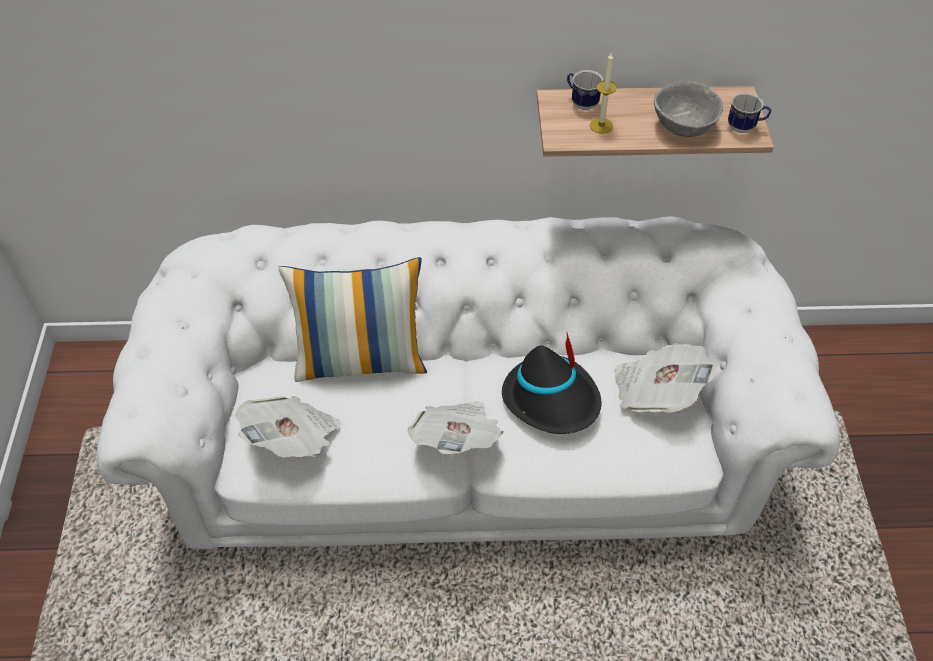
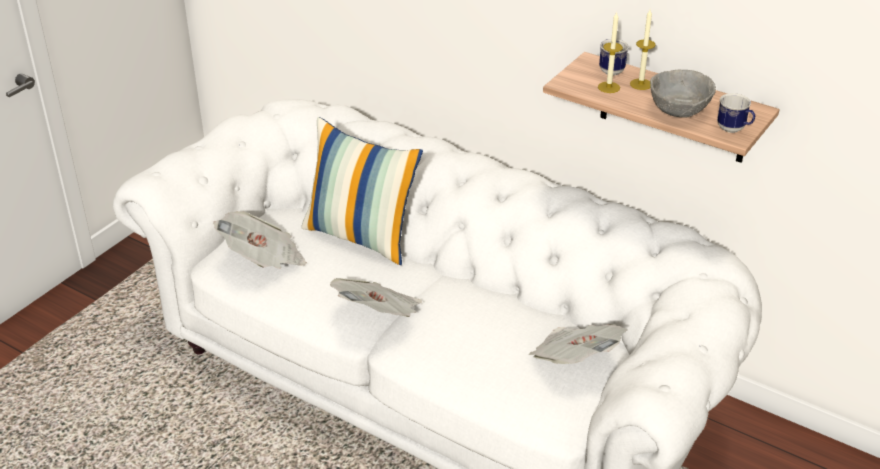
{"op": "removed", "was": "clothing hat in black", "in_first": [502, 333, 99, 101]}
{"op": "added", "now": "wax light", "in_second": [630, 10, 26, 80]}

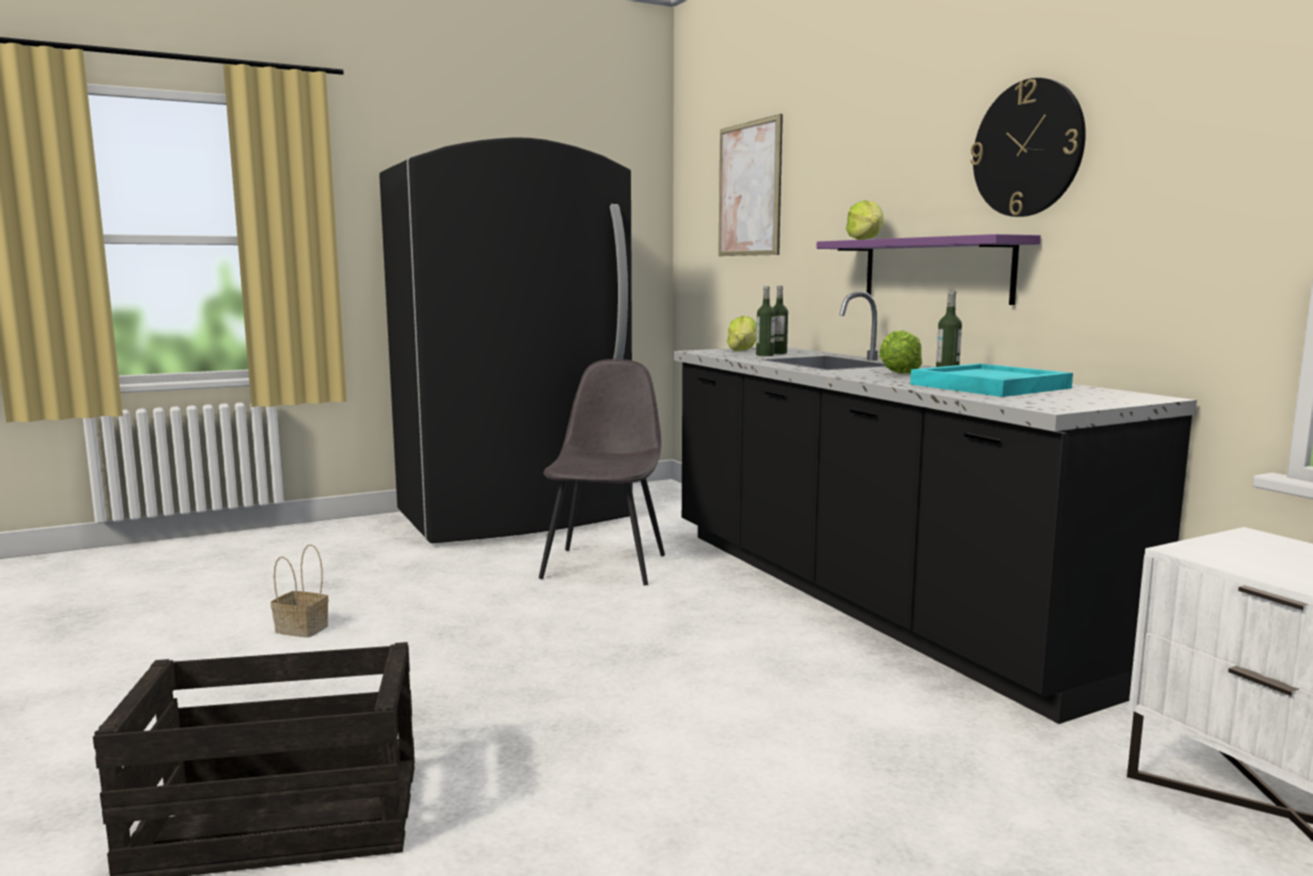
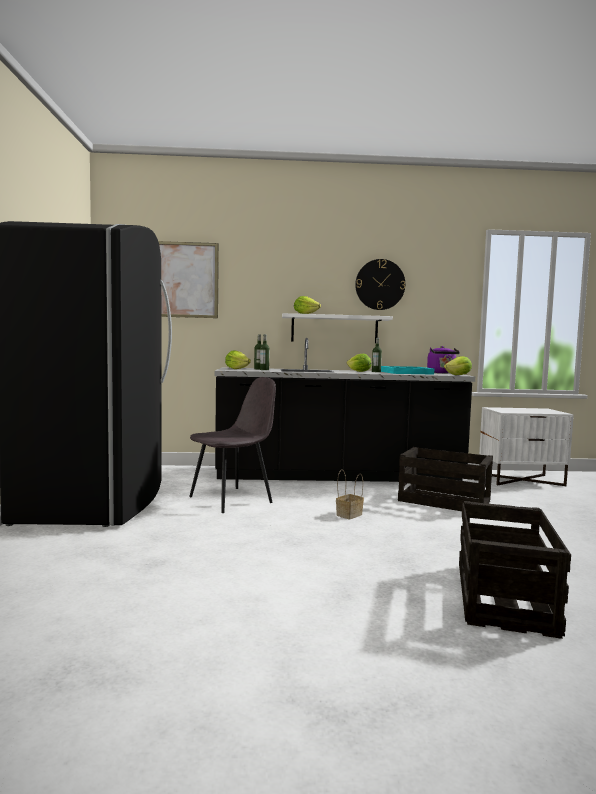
{"op": "recoloured", "was": "wall shelf in purplish", "now": "wall shelf in whitish", "in_first": [816, 234, 225, 71], "in_second": [282, 313, 111, 31]}
{"op": "turned", "was": "upright chair in grey", "in_first": [539, 359, 126, 227], "in_second": [189, 377, 87, 136], "clockwise": 105}
{"op": "moved", "was": "household basket", "in_first": [271, 544, 58, 94], "in_second": [336, 469, 28, 50]}
{"op": "added", "now": "tea kettle in purplish", "in_second": [427, 346, 33, 27]}
{"op": "added", "now": "lettuce", "in_second": [444, 356, 28, 19]}
{"op": "added", "now": "packing crate", "in_second": [398, 447, 95, 64]}

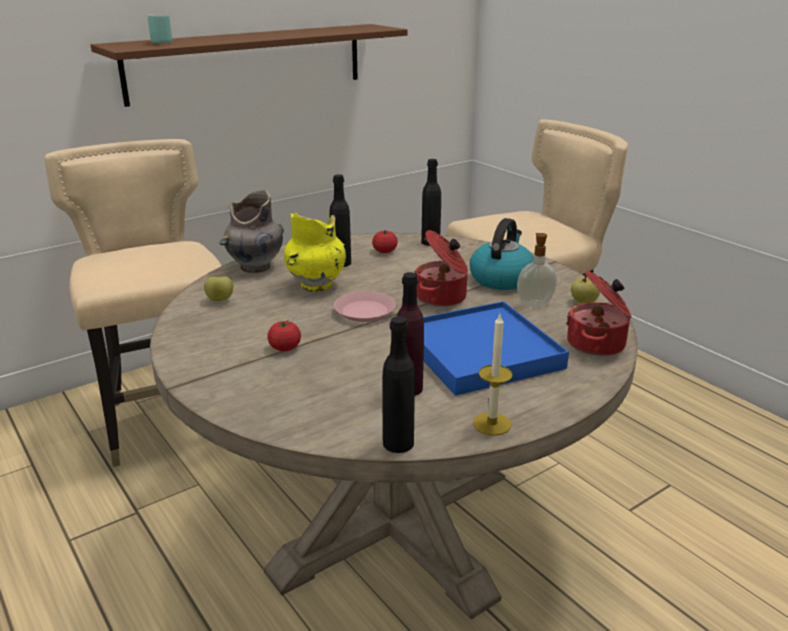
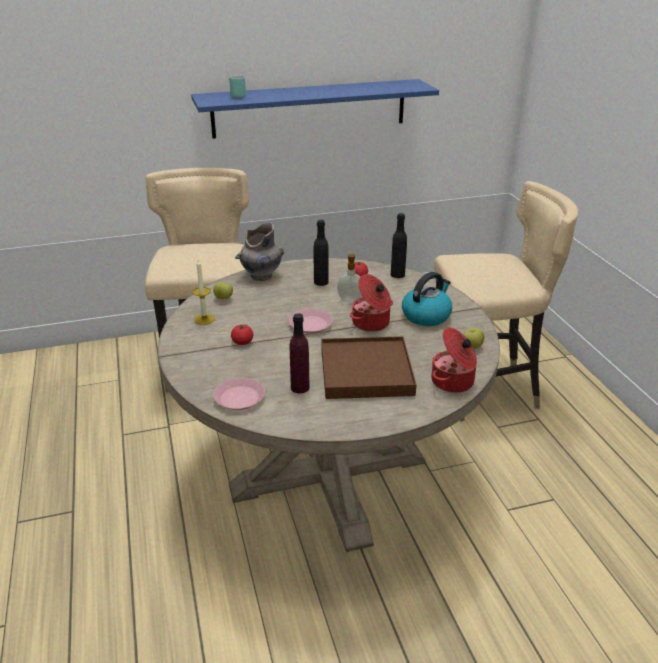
{"op": "recoloured", "was": "wall shelf in brown", "now": "wall shelf in blue-coloured", "in_first": [91, 24, 317, 83], "in_second": [191, 79, 248, 60]}
{"op": "removed", "was": "vase in yellowish", "in_first": [284, 212, 62, 80]}
{"op": "moved", "was": "soap bottle", "in_first": [517, 233, 40, 73], "in_second": [337, 253, 26, 50]}
{"op": "recoloured", "was": "carrying tray in blue-coloured", "now": "carrying tray in brown", "in_first": [423, 301, 146, 95], "in_second": [321, 336, 96, 63]}
{"op": "moved", "was": "wax light", "in_first": [473, 314, 40, 121], "in_second": [193, 260, 22, 65]}
{"op": "removed", "was": "beverage bottle in black", "in_first": [382, 316, 33, 137]}
{"op": "added", "now": "dinner plate in pink", "in_second": [213, 378, 52, 32]}

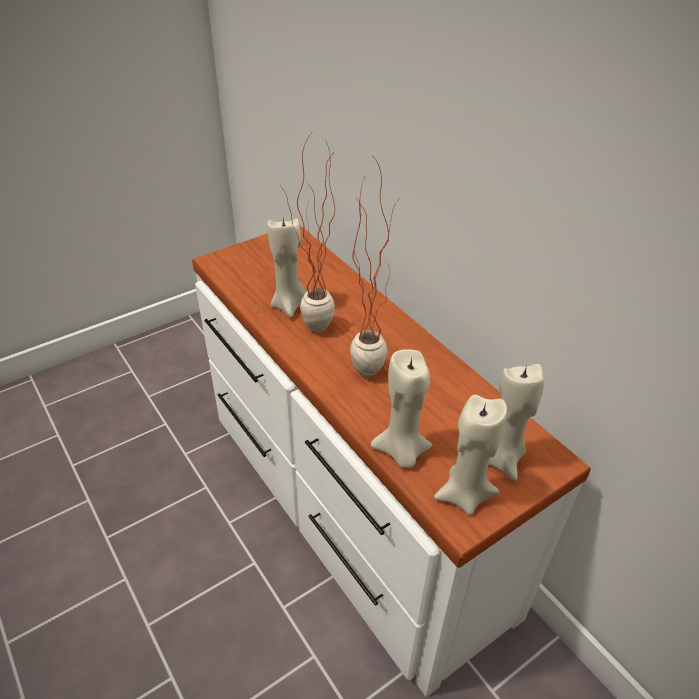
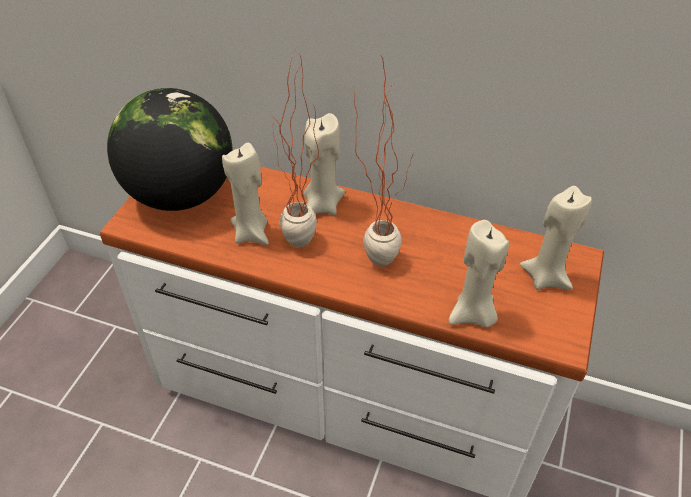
{"op": "moved", "was": "wax light in beige-coloured", "in_first": [434, 395, 73, 120], "in_second": [304, 113, 41, 102]}
{"op": "added", "now": "globe", "in_second": [107, 88, 126, 123]}

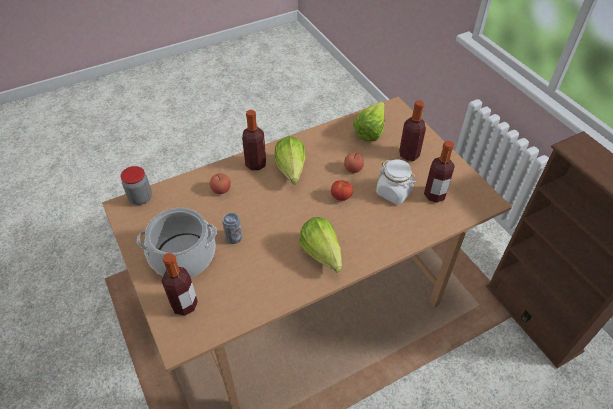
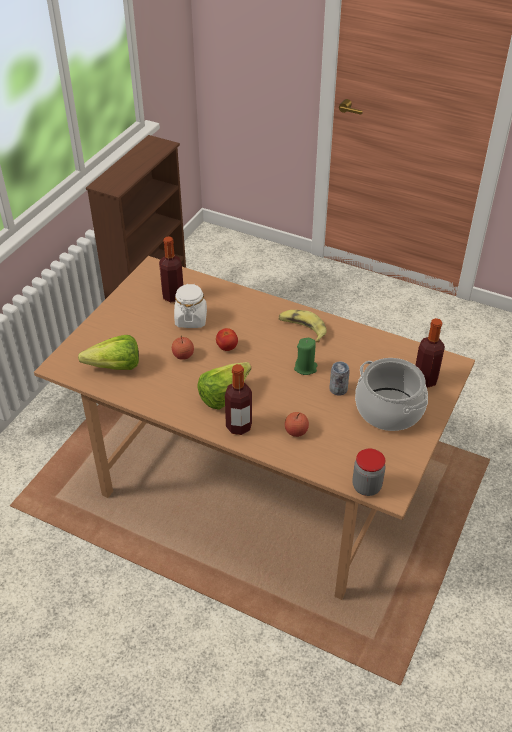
{"op": "removed", "was": "beverage bottle", "in_first": [399, 100, 27, 61]}
{"op": "replaced", "was": "lettuce", "now": "banana", "in_first": [299, 217, 43, 55], "in_second": [279, 310, 48, 32]}
{"op": "added", "now": "wax light in greenish", "in_second": [294, 338, 24, 37]}

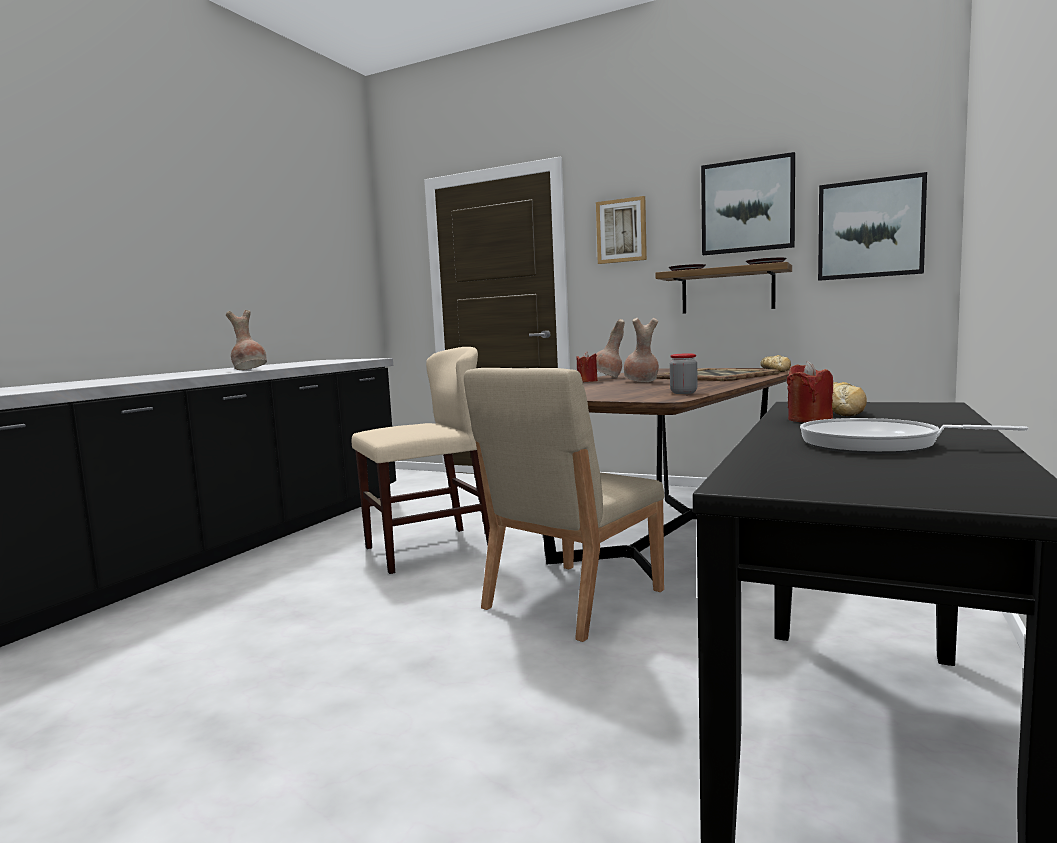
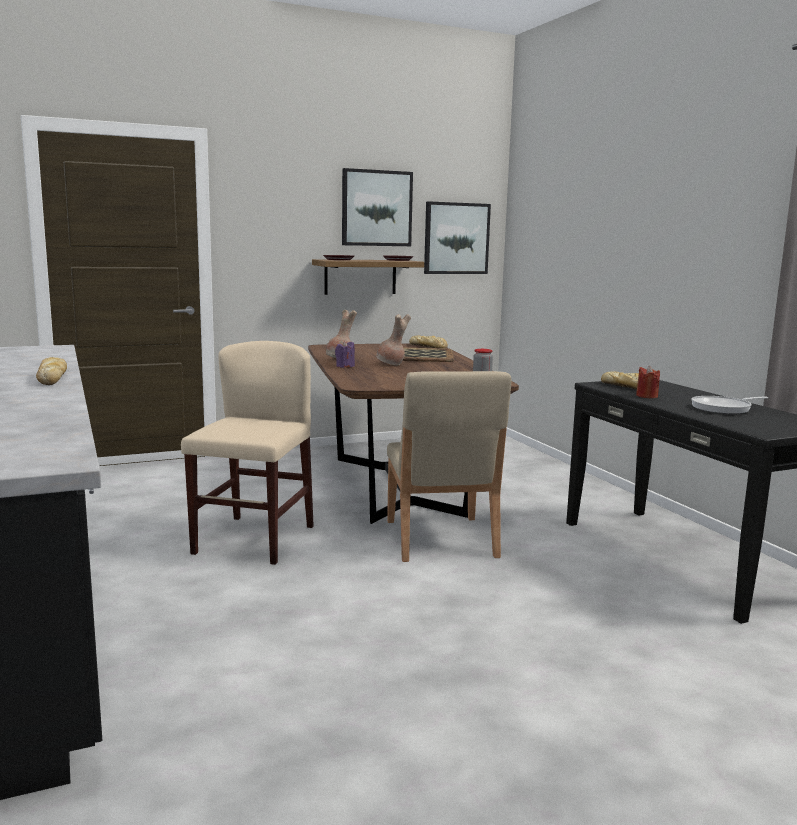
{"op": "removed", "was": "wall art", "in_first": [596, 196, 51, 68]}
{"op": "replaced", "was": "vase in brown", "now": "baked bread", "in_first": [226, 310, 41, 60], "in_second": [36, 357, 31, 28]}
{"op": "recoloured", "was": "wax light in red-coloured", "now": "wax light in purplish", "in_first": [577, 352, 21, 30], "in_second": [335, 340, 20, 28]}

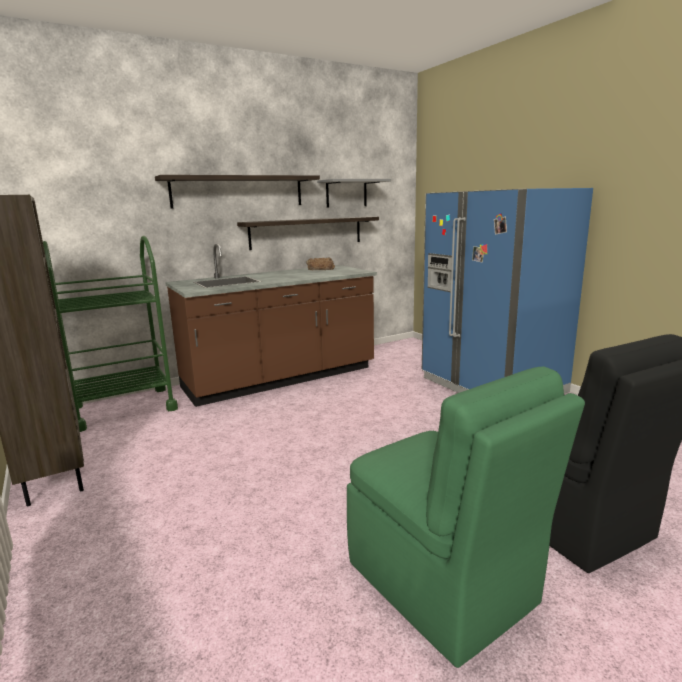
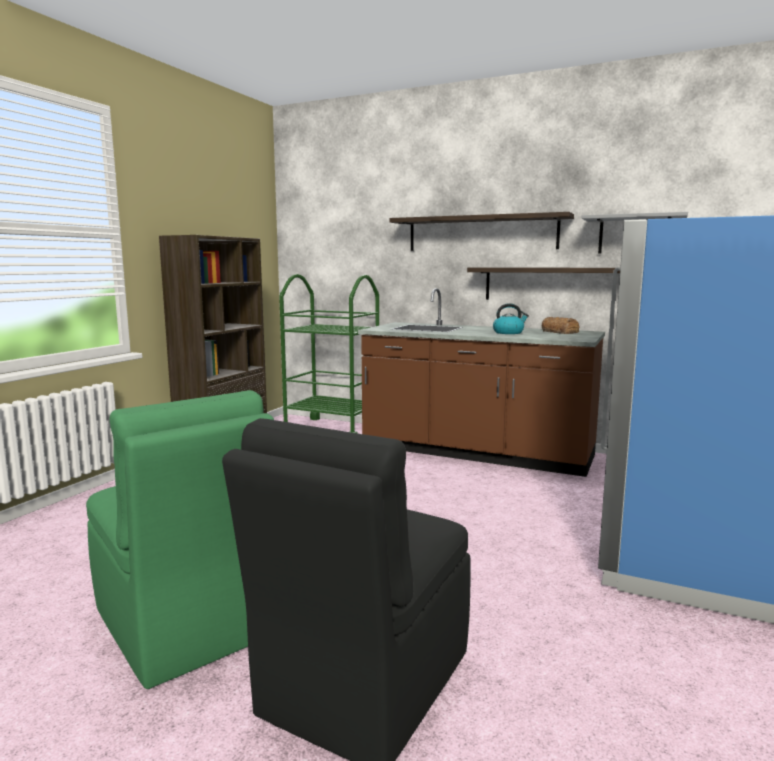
{"op": "turned", "was": "upright chair in greenish", "in_first": [347, 366, 238, 302], "in_second": [86, 390, 188, 299], "clockwise": -60}
{"op": "added", "now": "tea kettle", "in_second": [493, 303, 36, 31]}

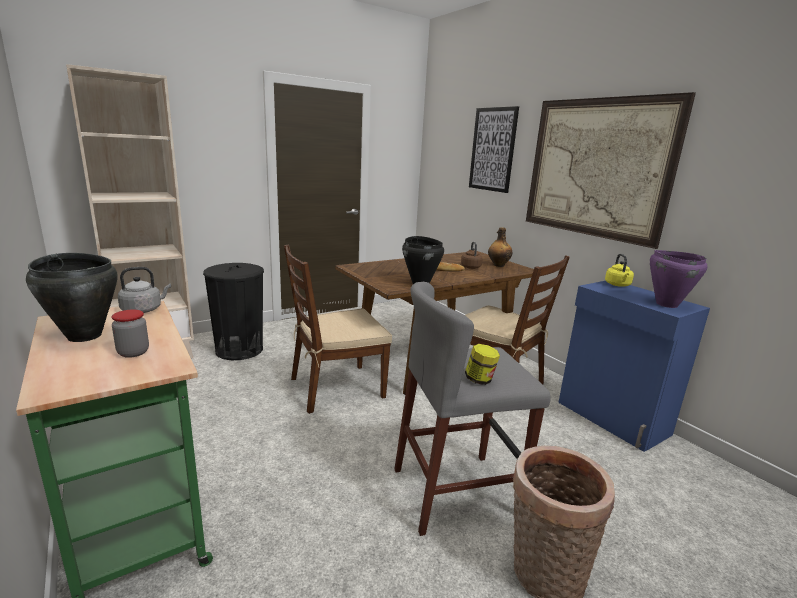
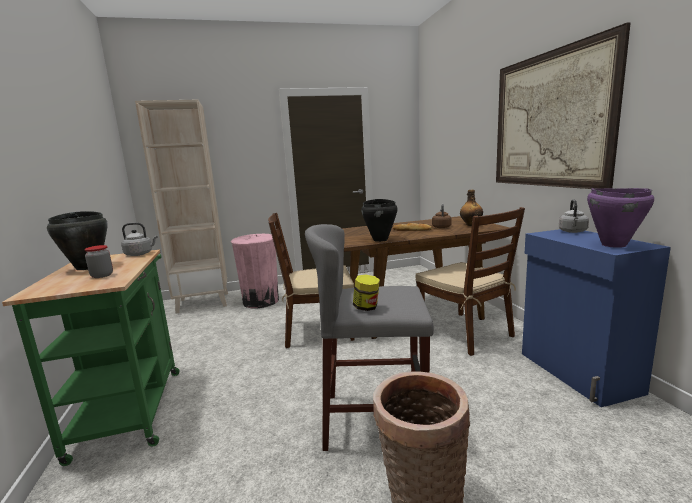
{"op": "removed", "was": "wall art", "in_first": [469, 106, 50, 87]}
{"op": "recoloured", "was": "tea kettle in yellowish", "now": "tea kettle in grey", "in_first": [605, 254, 29, 33], "in_second": [559, 199, 30, 34]}
{"op": "recoloured", "was": "trash can in black", "now": "trash can in pink", "in_first": [203, 263, 61, 97], "in_second": [231, 234, 48, 74]}

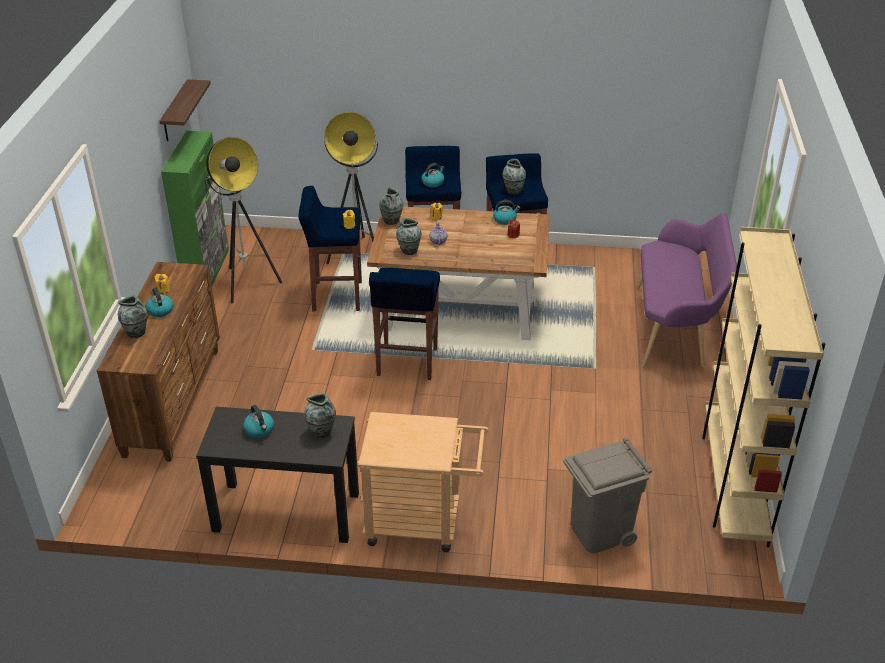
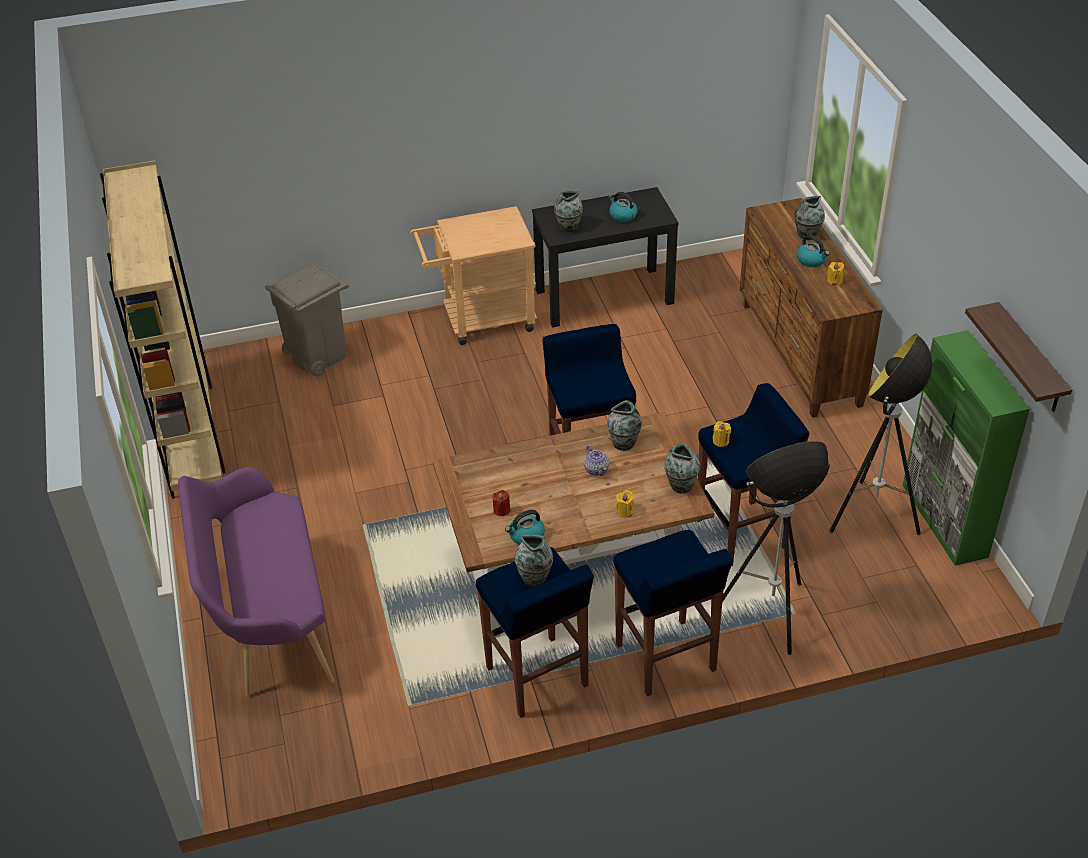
{"op": "removed", "was": "tea kettle", "in_first": [421, 163, 23, 25]}

